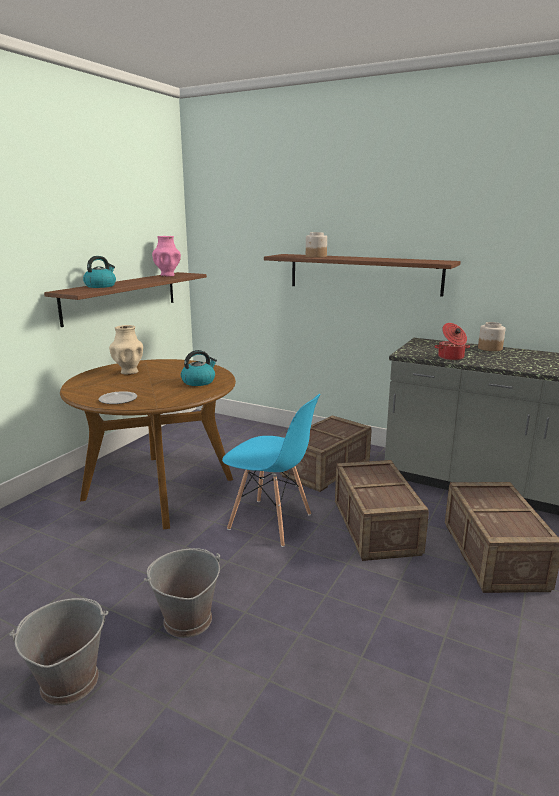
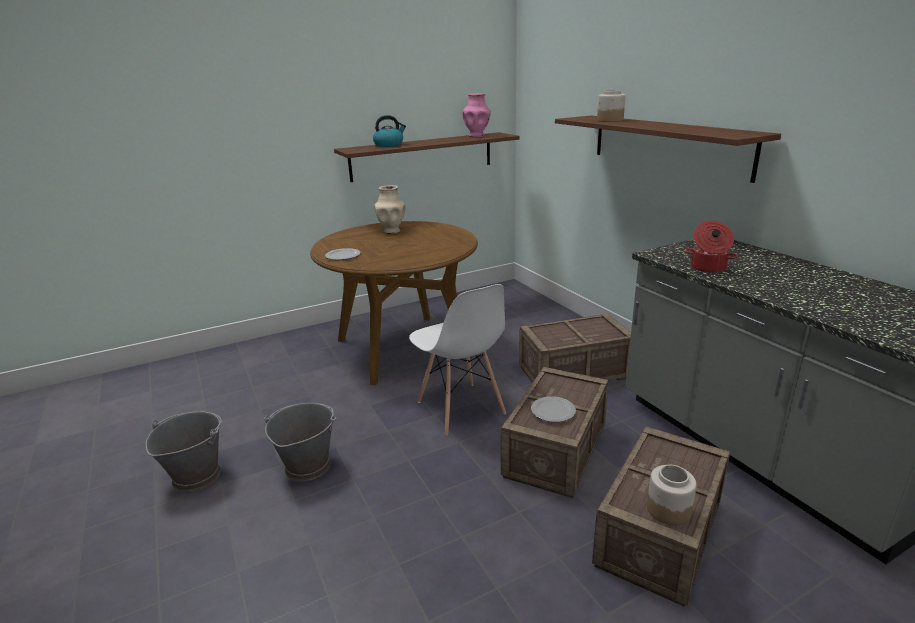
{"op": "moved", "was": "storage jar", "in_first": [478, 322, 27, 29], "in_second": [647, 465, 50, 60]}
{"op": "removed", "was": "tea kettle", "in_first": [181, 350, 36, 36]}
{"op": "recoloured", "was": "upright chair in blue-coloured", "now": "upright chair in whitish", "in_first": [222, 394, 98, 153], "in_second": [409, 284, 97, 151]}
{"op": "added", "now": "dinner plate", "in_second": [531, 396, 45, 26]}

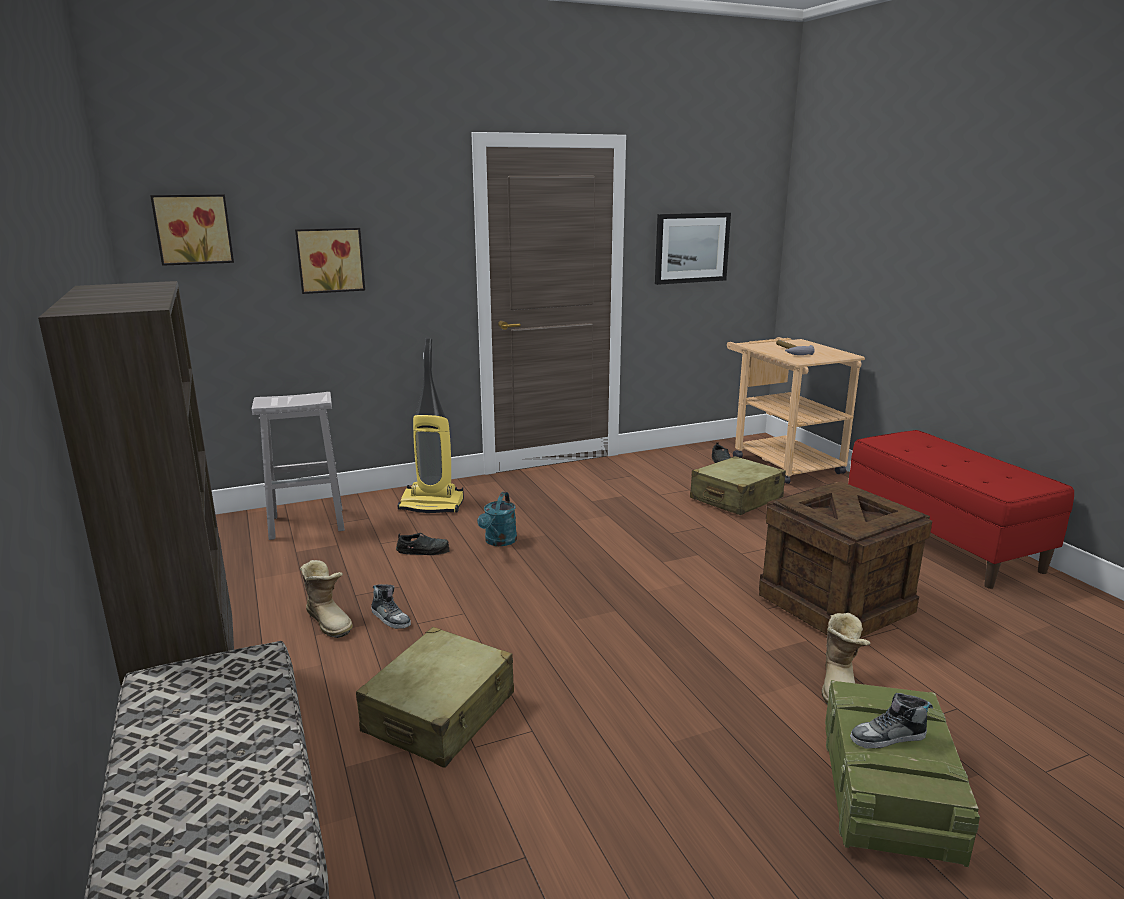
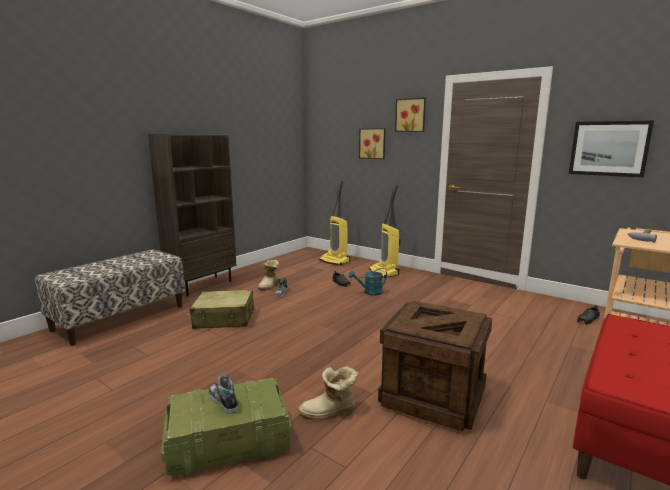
{"op": "moved", "was": "wall art", "in_first": [150, 194, 84, 72], "in_second": [395, 98, 31, 34]}
{"op": "replaced", "was": "stool seat in whitish", "now": "vacuum", "in_first": [252, 392, 93, 148], "in_second": [319, 181, 31, 85]}
{"op": "removed", "was": "suitcase in beige-coloured", "in_first": [690, 456, 96, 59]}

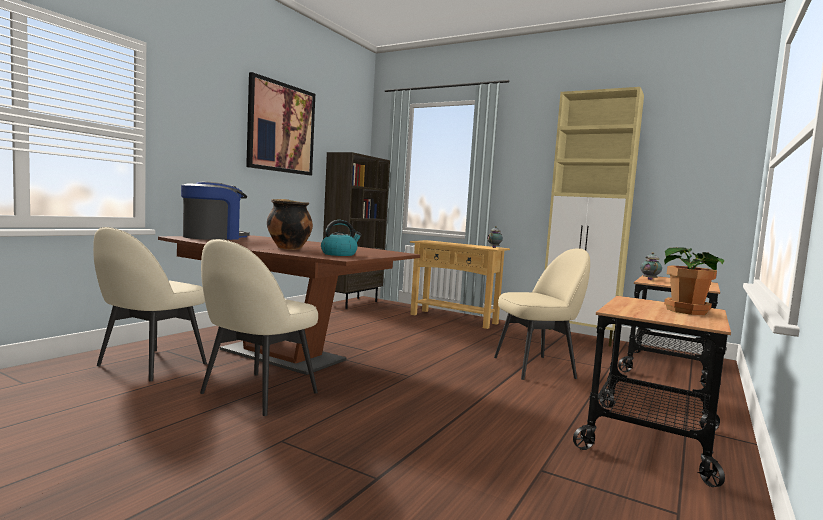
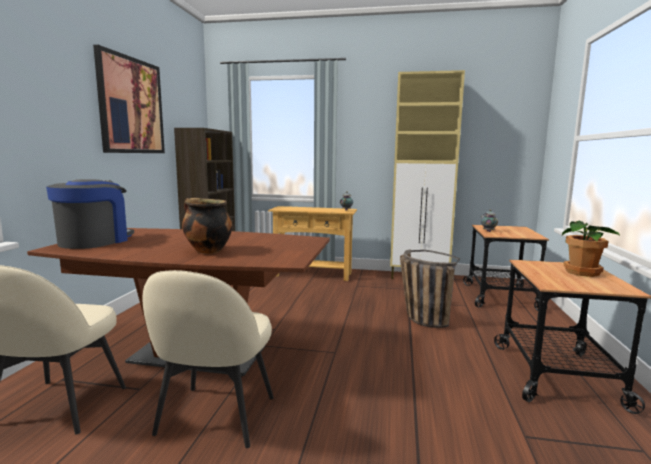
{"op": "removed", "was": "tea kettle", "in_first": [321, 220, 41, 36]}
{"op": "replaced", "was": "upright chair in beige-coloured", "now": "household basket", "in_first": [494, 248, 96, 132], "in_second": [400, 249, 60, 79]}

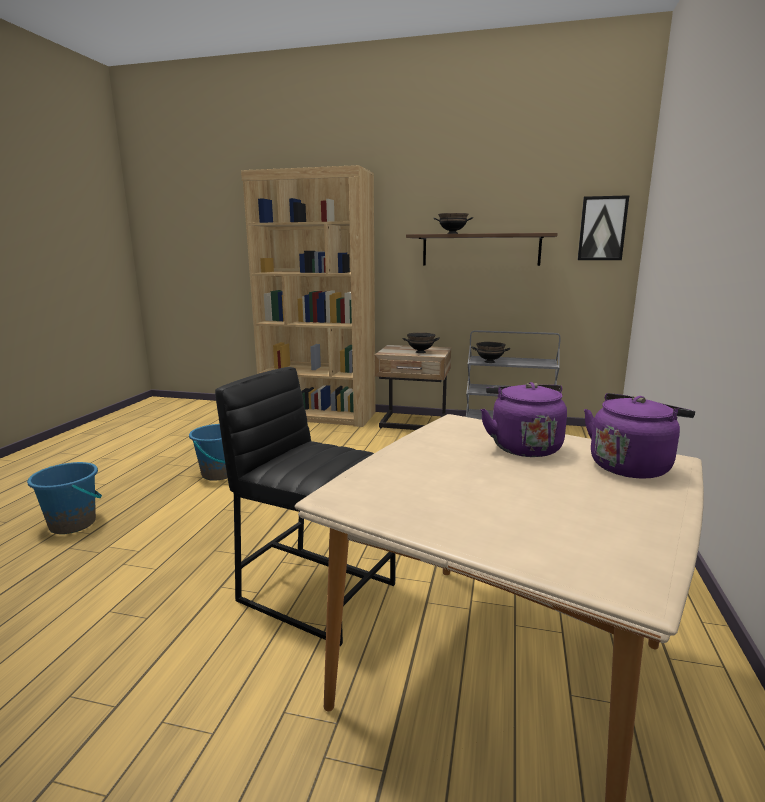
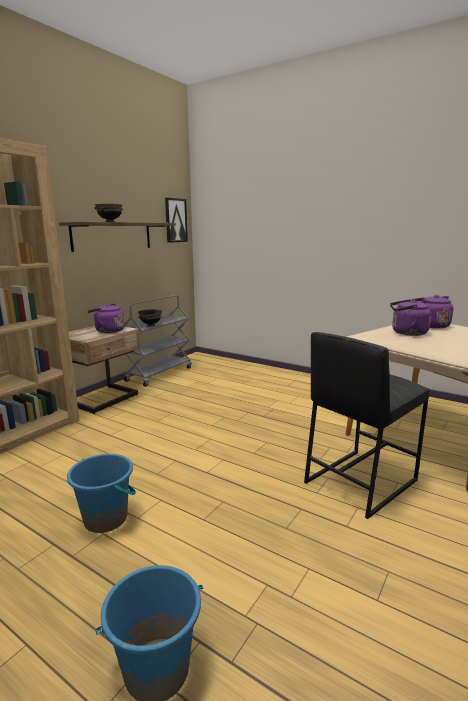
{"op": "replaced", "was": "serving bowl in black", "now": "tea kettle in purplish", "in_first": [402, 333, 38, 20], "in_second": [87, 303, 38, 30]}

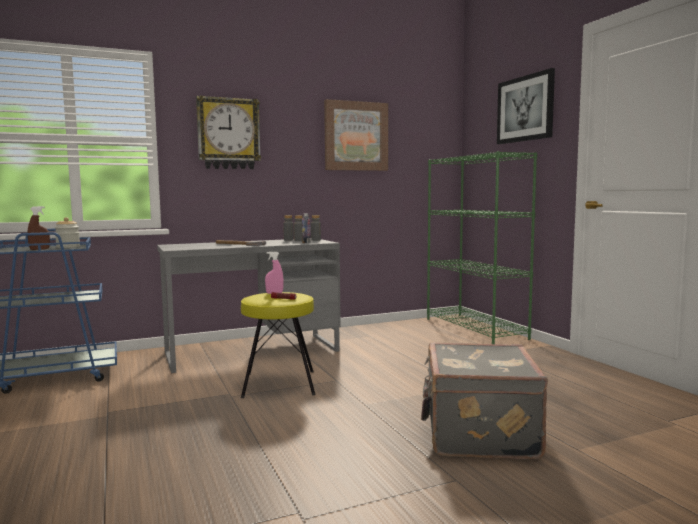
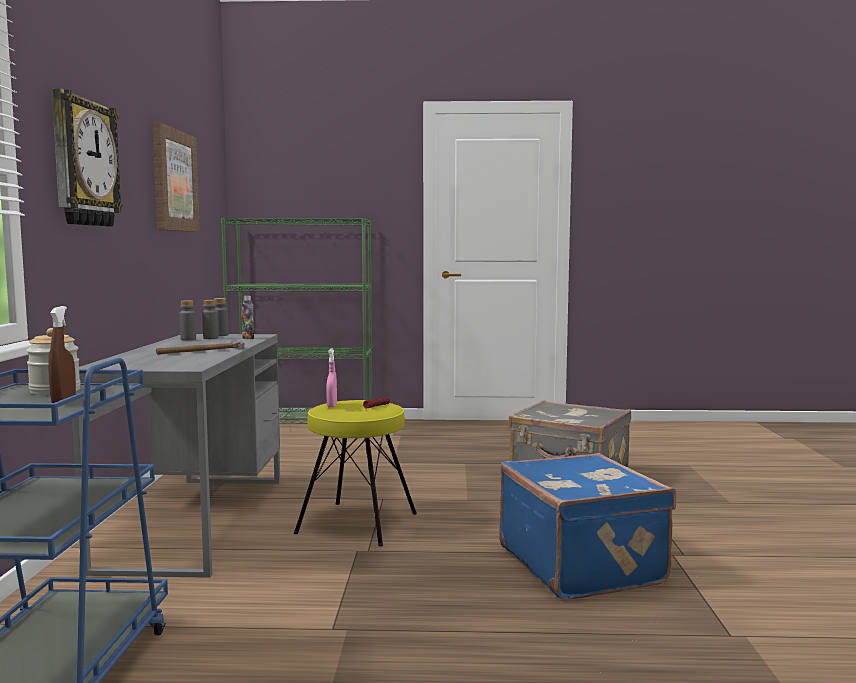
{"op": "removed", "was": "wall art", "in_first": [497, 68, 58, 76]}
{"op": "added", "now": "suitcase in blue-coloured", "in_second": [499, 453, 177, 146]}

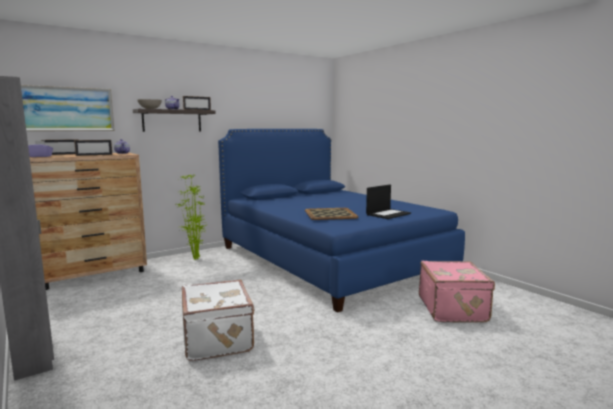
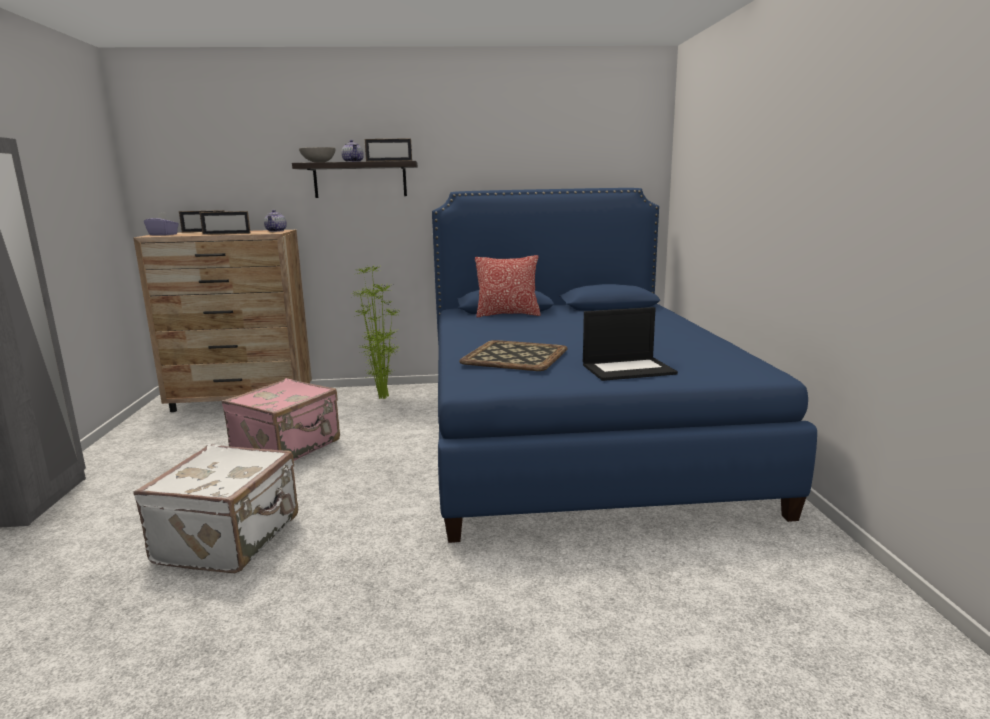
{"op": "removed", "was": "wall art", "in_first": [21, 85, 94, 46]}
{"op": "moved", "was": "suitcase in pink", "in_first": [419, 261, 76, 62], "in_second": [222, 378, 118, 83]}
{"op": "added", "now": "cushion", "in_second": [475, 255, 66, 63]}

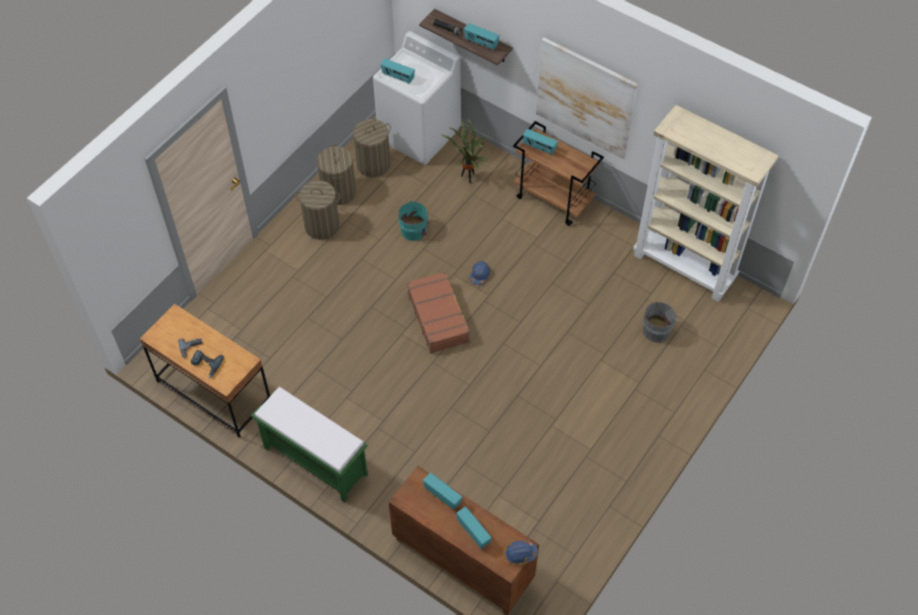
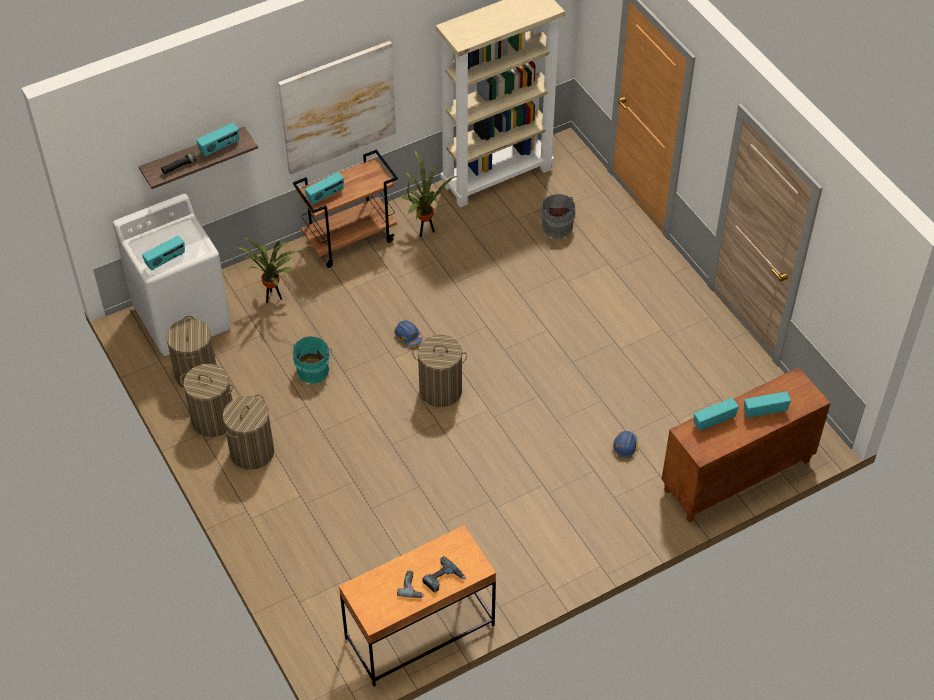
{"op": "replaced", "was": "suitcase in brown", "now": "washing basket", "in_first": [407, 272, 63, 81], "in_second": [412, 335, 55, 72]}
{"op": "removed", "was": "bench in greenish", "in_first": [251, 387, 117, 116]}
{"op": "moved", "was": "work helmet in blue-coloured", "in_first": [505, 541, 33, 24], "in_second": [613, 431, 25, 27]}
{"op": "added", "now": "plant in a pot", "in_second": [401, 150, 56, 87]}

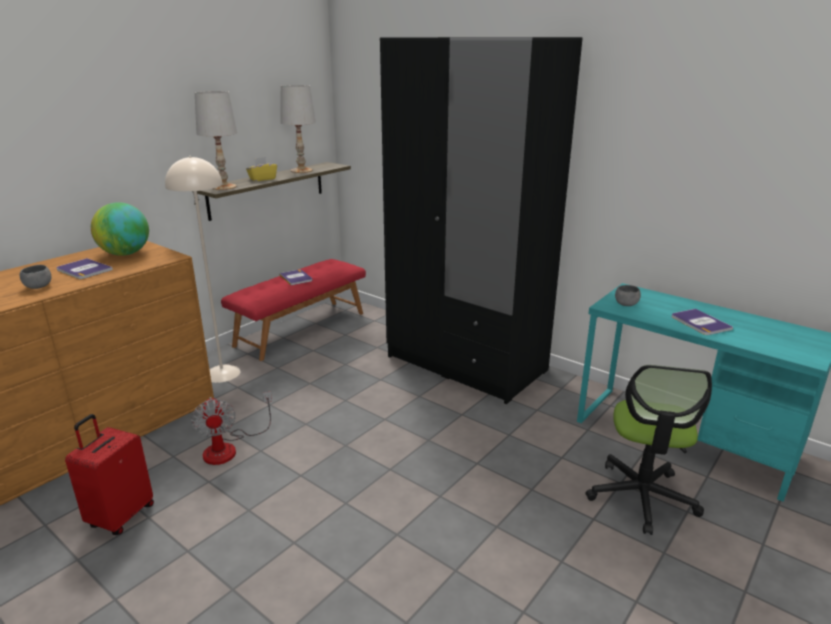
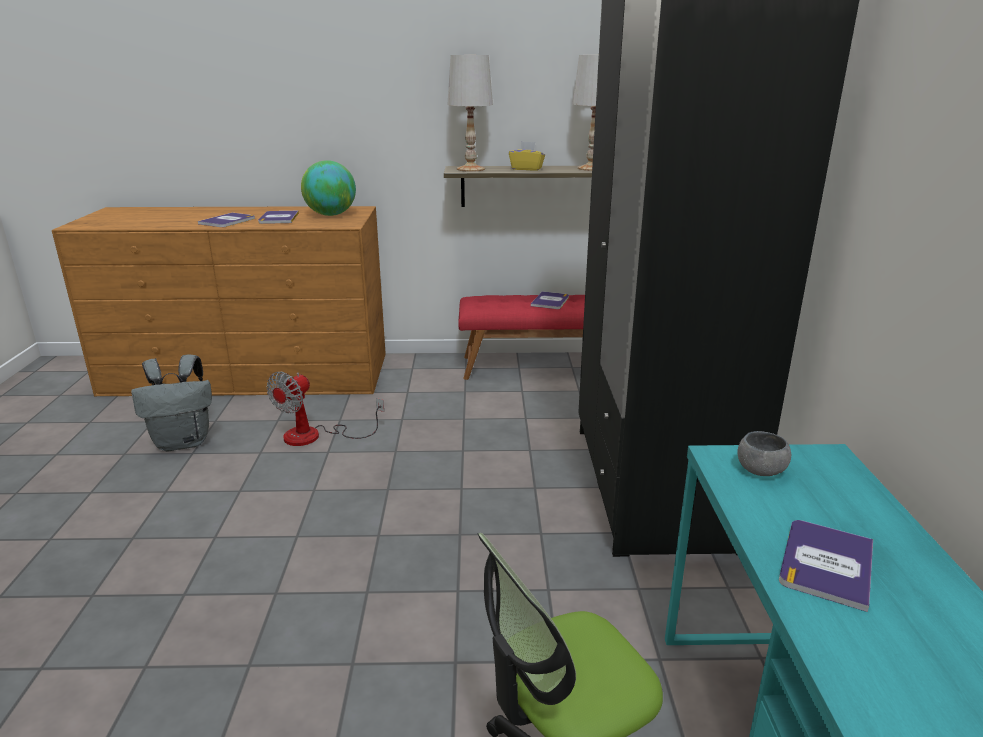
{"op": "removed", "was": "standard lamp in beige-coloured", "in_first": [165, 156, 75, 227]}
{"op": "replaced", "was": "serving bowl in grey", "now": "book", "in_first": [20, 265, 32, 24], "in_second": [198, 213, 57, 14]}
{"op": "replaced", "was": "suitcase in red-coloured", "now": "backpack in grey", "in_first": [65, 414, 89, 121], "in_second": [131, 354, 81, 97]}

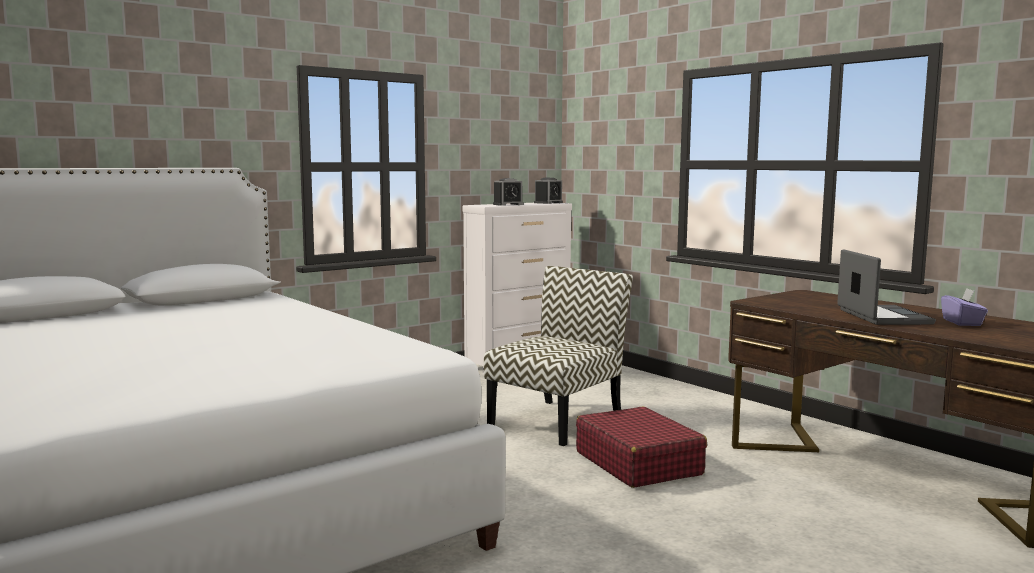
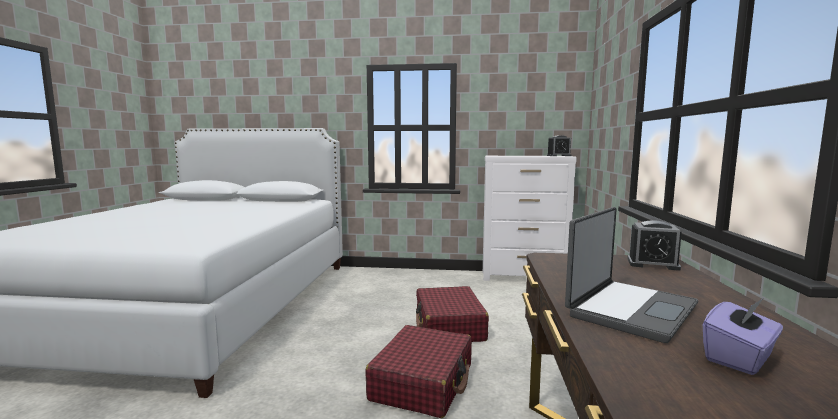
{"op": "moved", "was": "bedside clock", "in_first": [493, 178, 31, 28], "in_second": [627, 220, 55, 51]}
{"op": "replaced", "was": "upright chair", "now": "suitcase in red-coloured", "in_first": [484, 266, 149, 180], "in_second": [416, 286, 73, 56]}

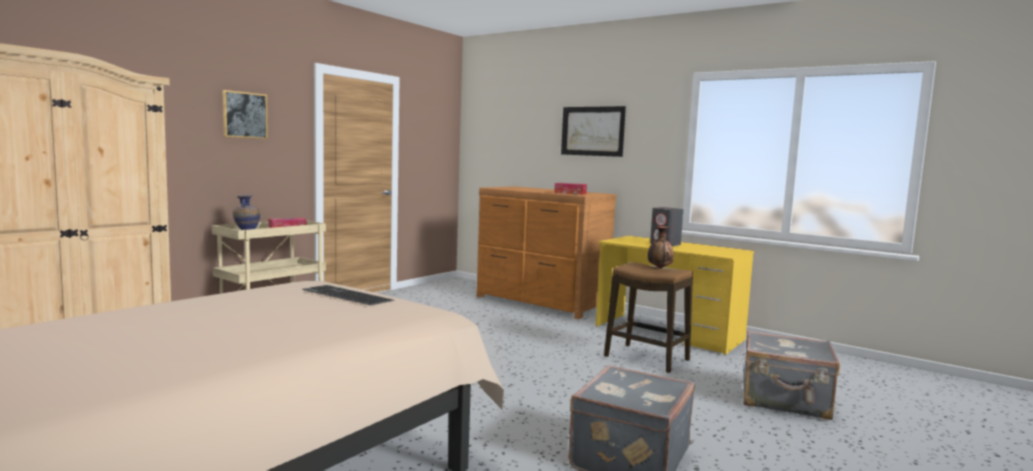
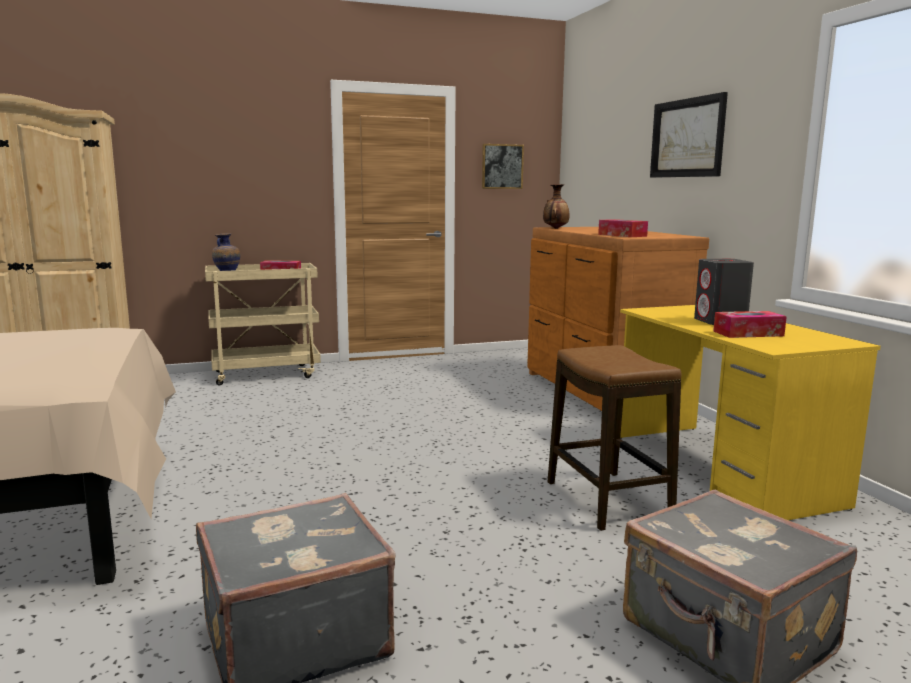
{"op": "moved", "was": "wall art", "in_first": [223, 90, 45, 49], "in_second": [482, 144, 42, 45]}
{"op": "moved", "was": "vase", "in_first": [648, 226, 26, 42], "in_second": [543, 184, 27, 45]}
{"op": "removed", "was": "computer keyboard", "in_first": [302, 285, 92, 20]}
{"op": "added", "now": "tissue holder", "in_second": [713, 311, 74, 27]}

